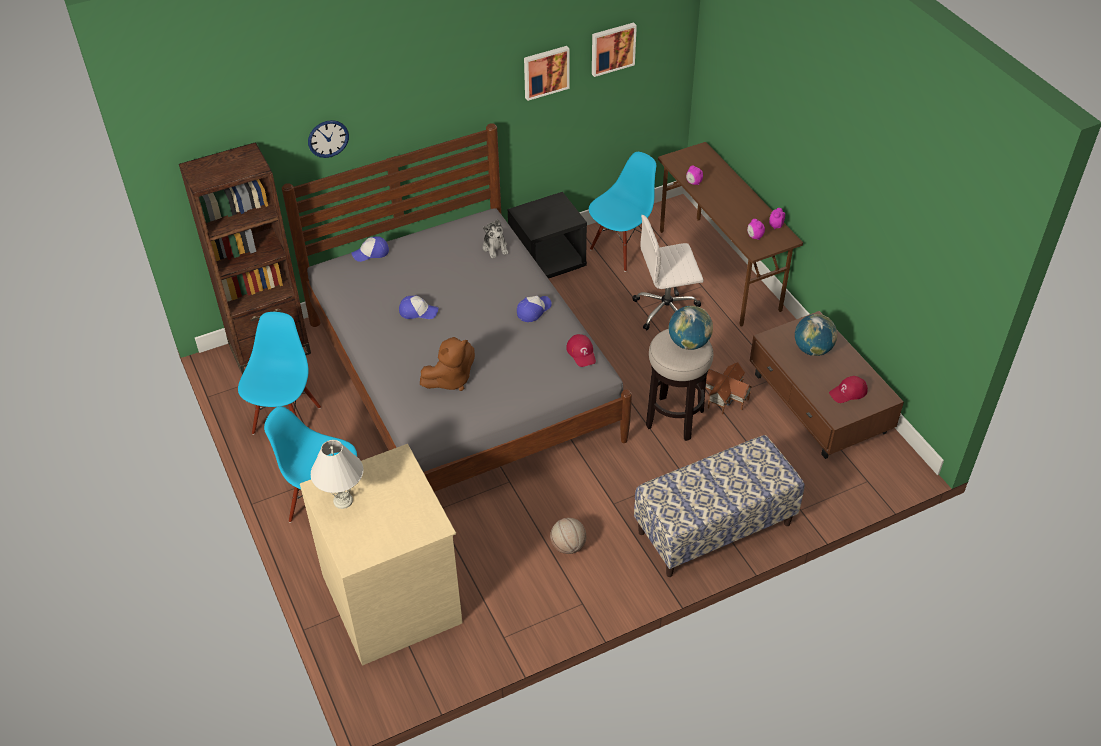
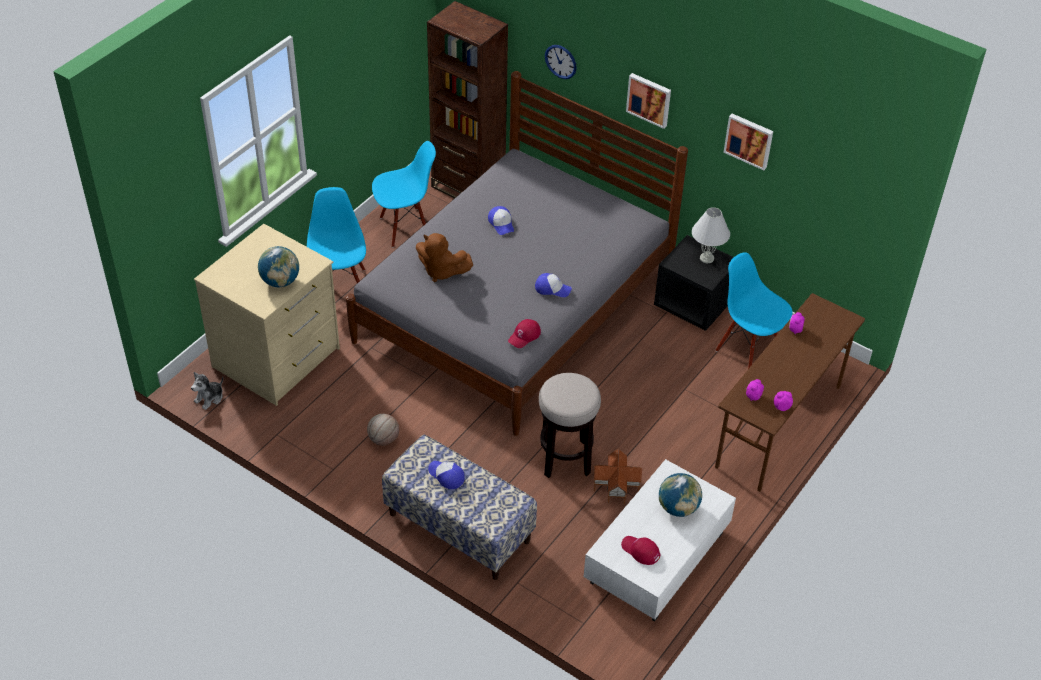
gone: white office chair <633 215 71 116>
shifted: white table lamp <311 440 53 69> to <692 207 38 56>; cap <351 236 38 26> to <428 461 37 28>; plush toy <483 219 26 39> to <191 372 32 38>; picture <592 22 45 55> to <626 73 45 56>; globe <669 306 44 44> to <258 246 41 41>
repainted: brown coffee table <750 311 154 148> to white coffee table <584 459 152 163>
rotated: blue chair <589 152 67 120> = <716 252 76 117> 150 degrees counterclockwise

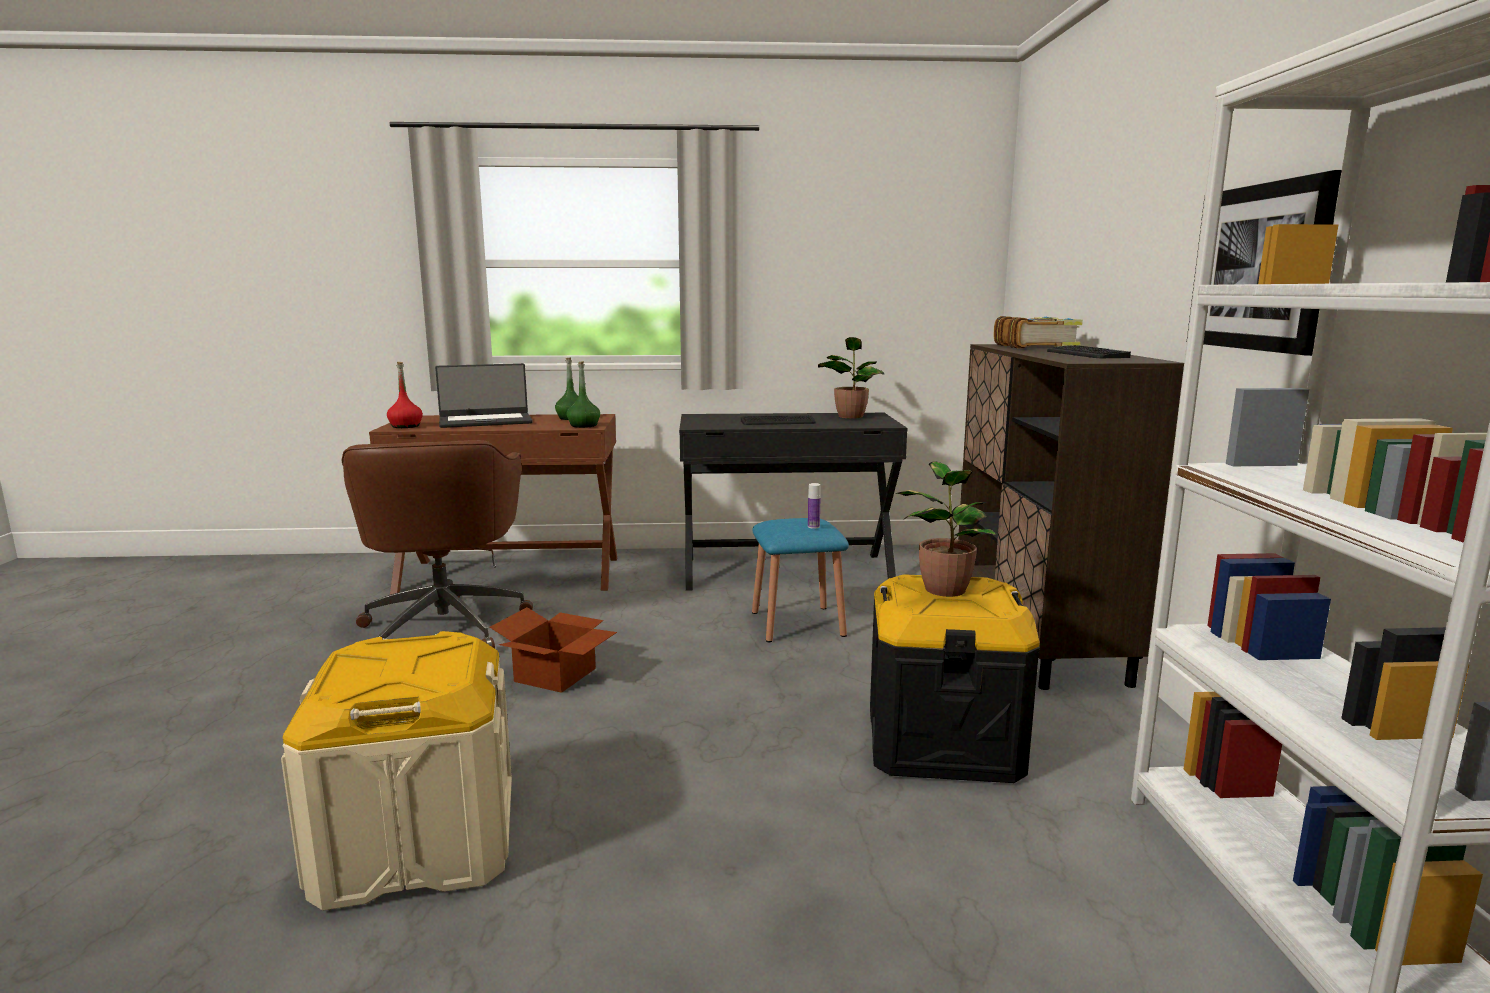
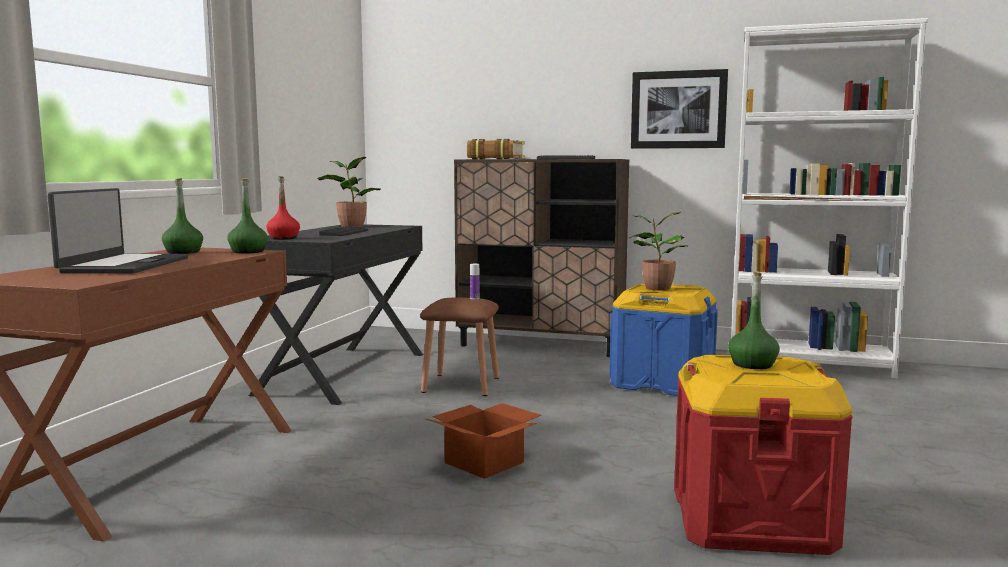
gone: brown office chair <342 440 191 208>
new: green bottle <728 272 52 97>
shifted: red bottle <387 362 36 66> to <266 176 34 64>
repainted: beige storage box <281 631 231 279> to red storage box <674 355 179 200>; blue stool <752 518 97 124> to brown stool <420 298 79 98>; black storage box <870 574 170 209> to blue storage box <609 283 109 113>

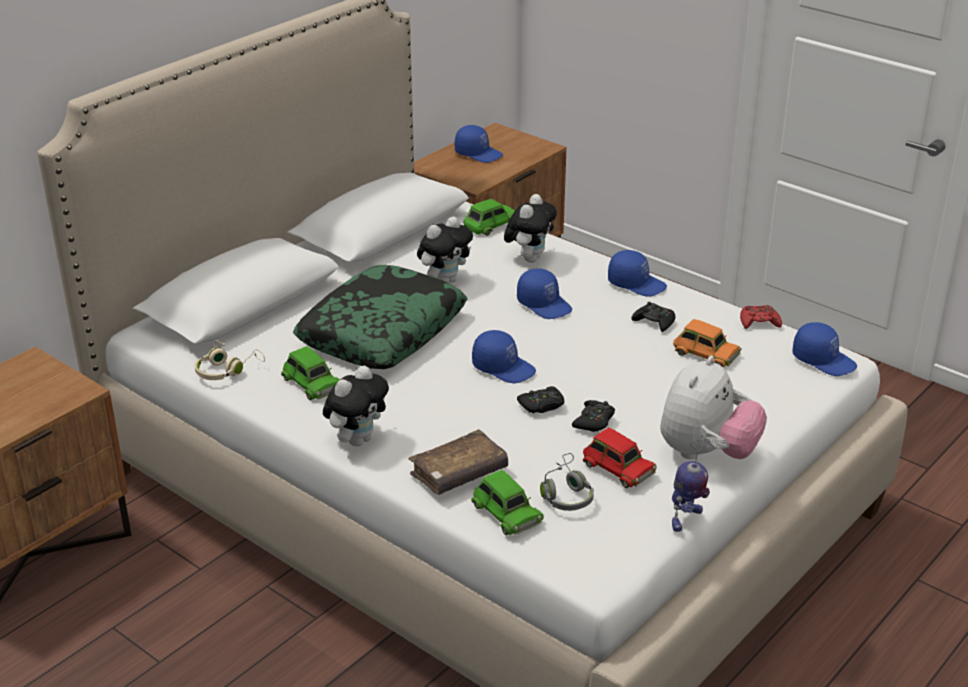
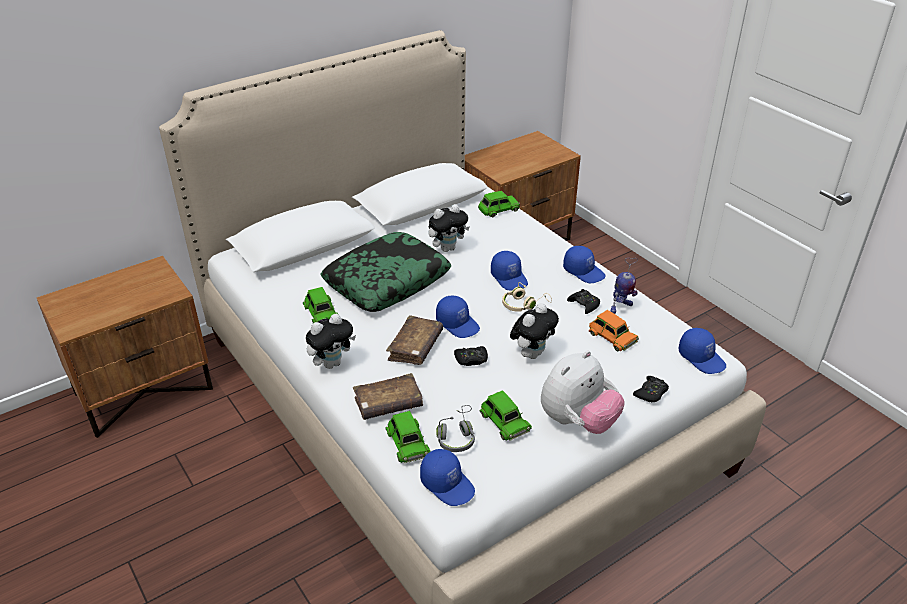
gone: red game controller <740 305 42 24>
new: brown book <386 315 57 50>
shifted: beige headphones <195 340 70 40> to <502 282 50 30>; blue cap <455 125 48 38> to <420 449 55 57>; plush toy <504 194 53 69> to <510 303 49 56>; black game controller <572 400 43 32> to <633 376 36 26>; toy robot <672 438 38 94> to <611 258 27 56>
repainted: red toy car <583 427 74 61> to green toy car <479 390 53 51>

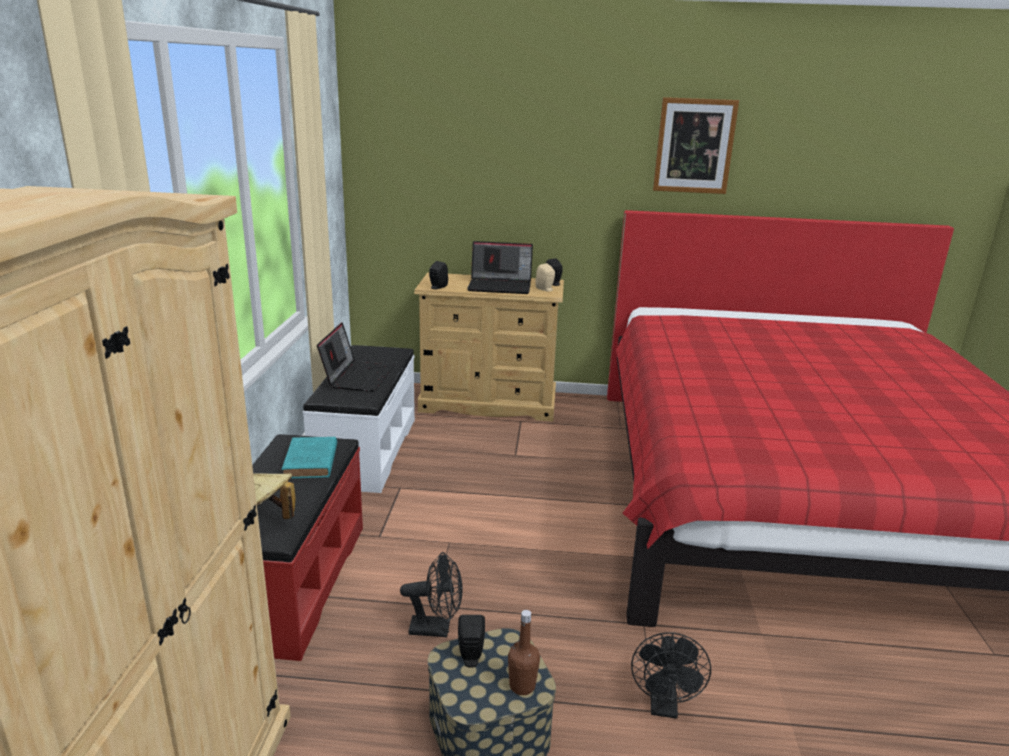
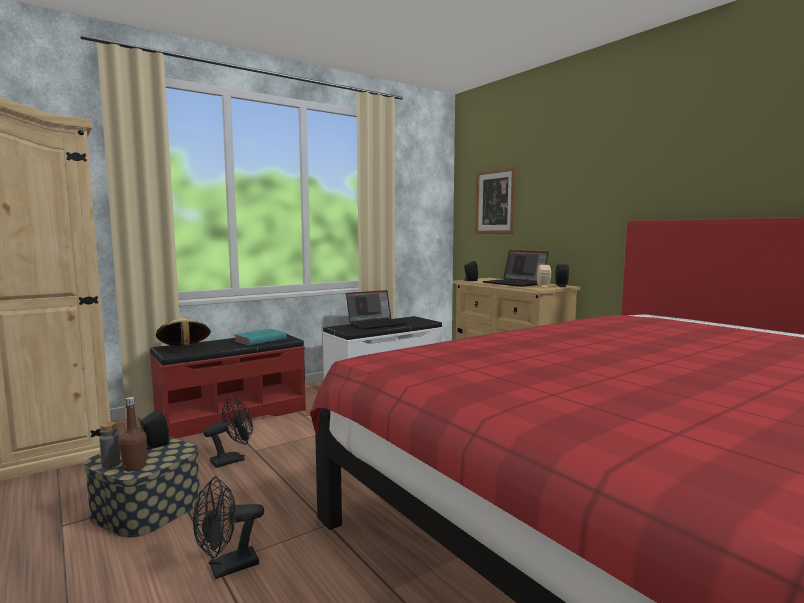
new: grey bottle <99 422 22 47>
shifted: picture <653 97 86 97> to <475 167 41 67>
rotated: black fan <400 552 63 85> = <203 397 50 71> 90 degrees counterclockwise

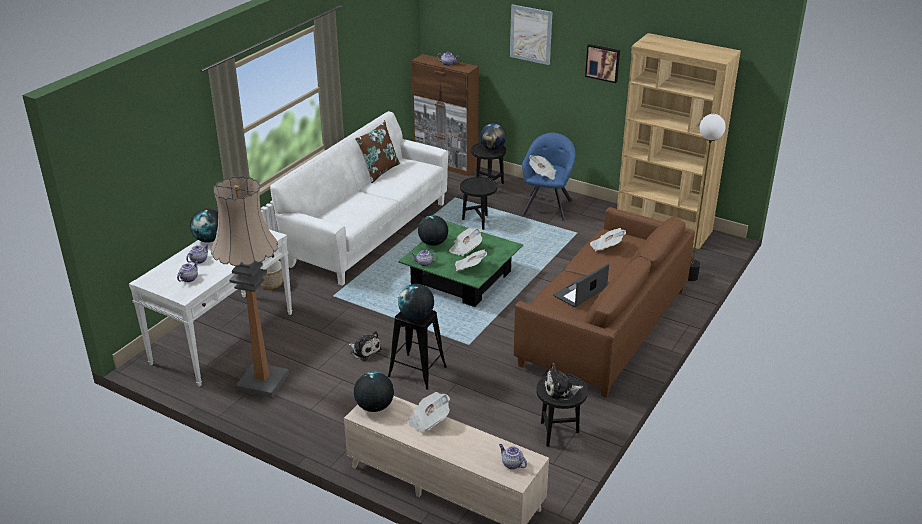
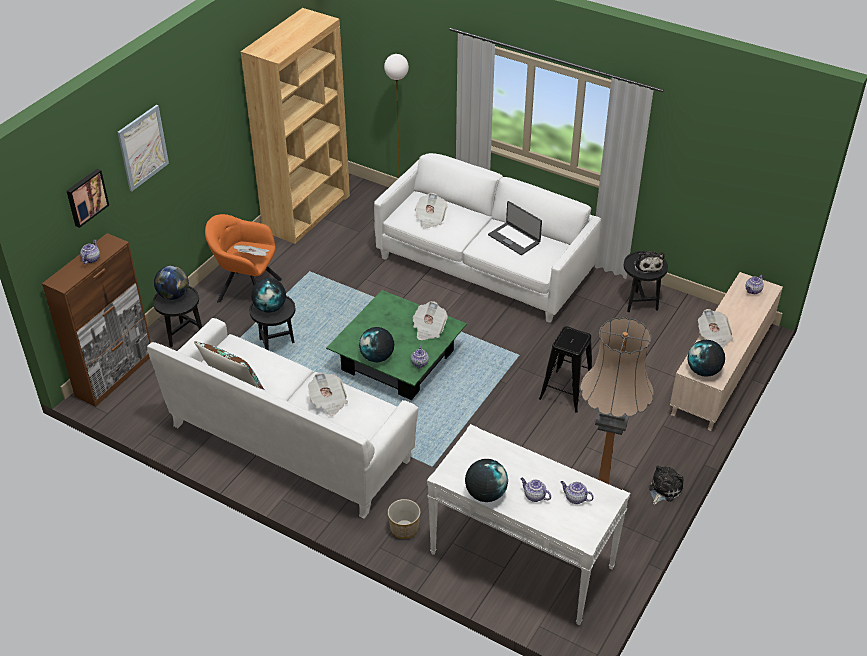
shifted: plush toy <349 331 33 30> to <649 465 35 40>; globe <398 284 36 36> to <251 278 35 35>; newspaper <449 228 33 28> to <308 372 40 44>; picture <585 44 35 39> to <67 169 42 59>
repainted: brown sofa <514 207 181 191> to white sofa <374 153 227 170>; blue armchair <522 132 54 89> to orange armchair <205 214 77 89>

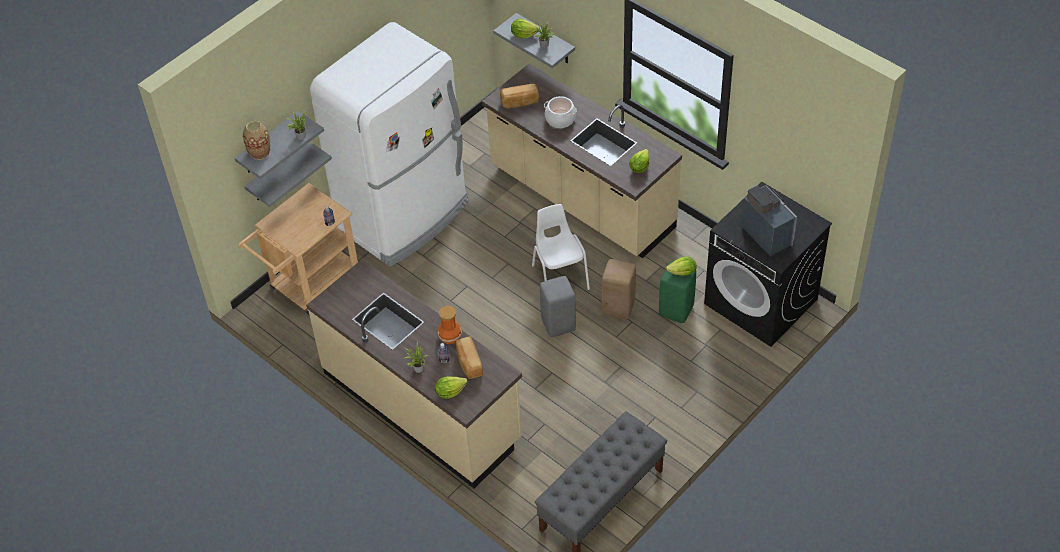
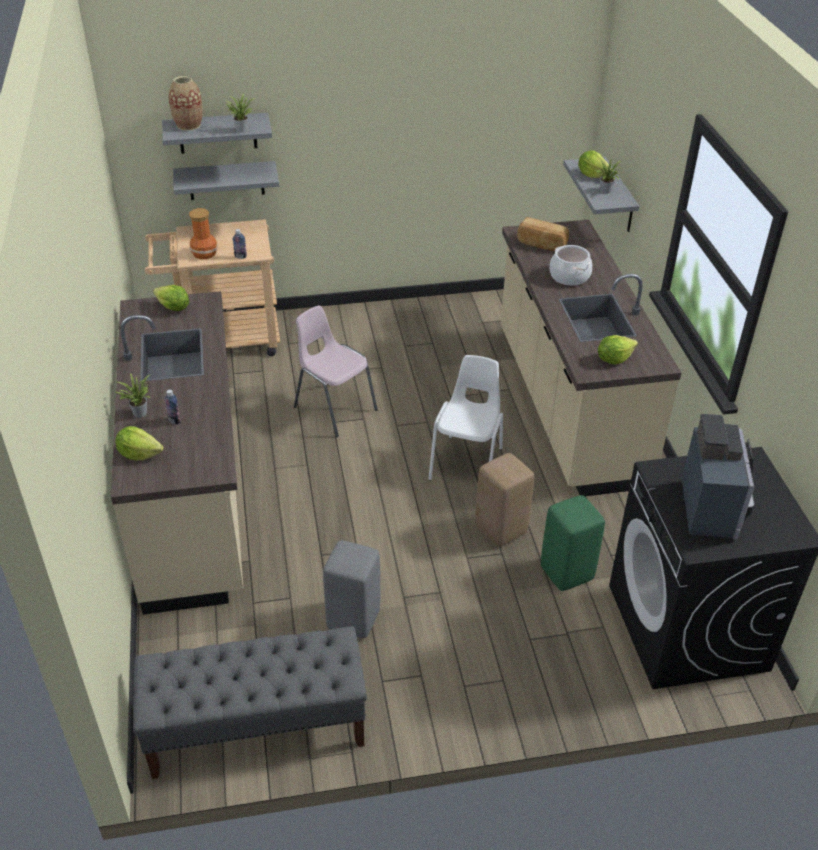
gone: white fridge <310 22 158 245>; bread <456 336 27 43>
new: pink chair <294 306 84 131>
shifted: vase <438 306 24 38> to <189 208 29 51>; grey stool <540 276 36 61> to <323 540 57 98>; lettuce <666 257 31 19> to <153 285 36 26>

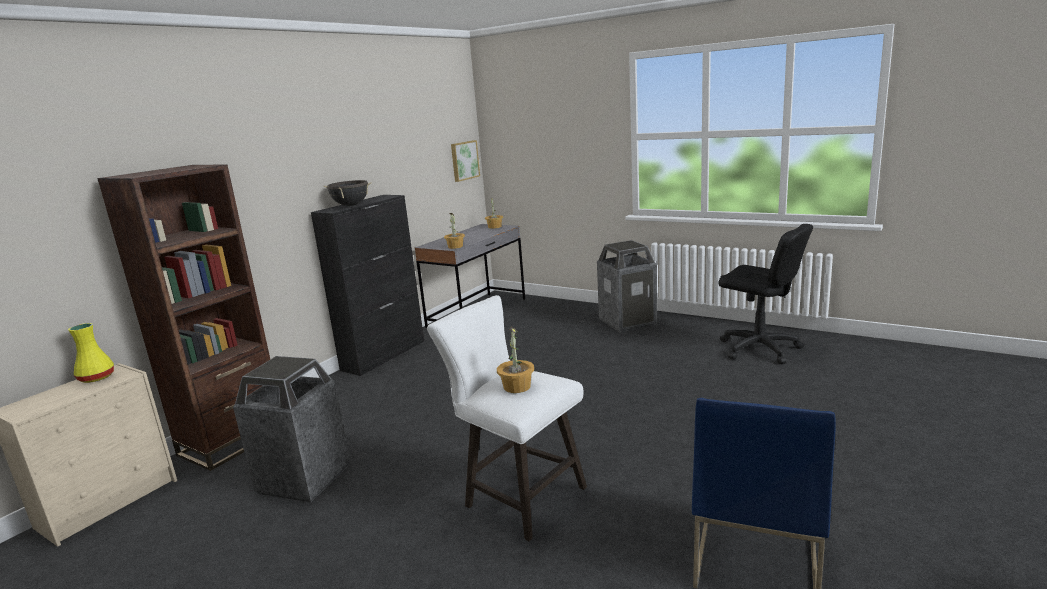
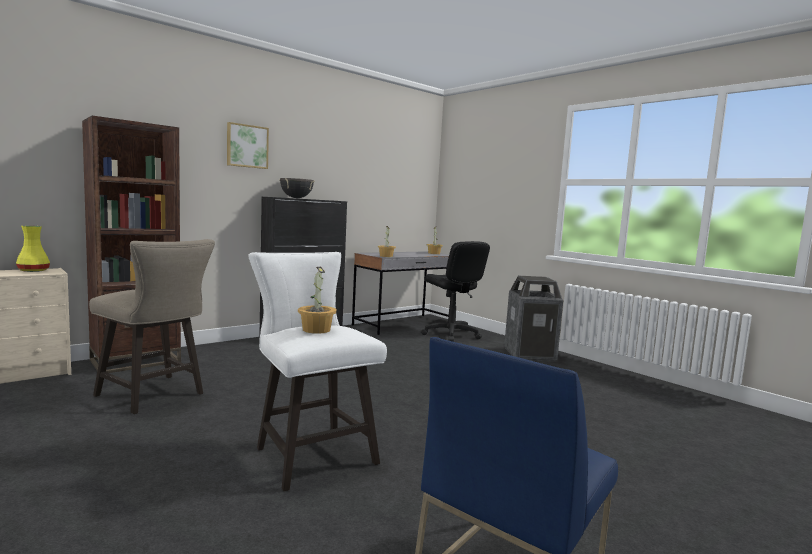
shifted: picture <451 140 29 42> to <227 122 42 47>; black office chair <718 224 95 140> to <421 241 69 101>
swapped: trash can <233 356 117 146> to beige stool <89 239 126 175>

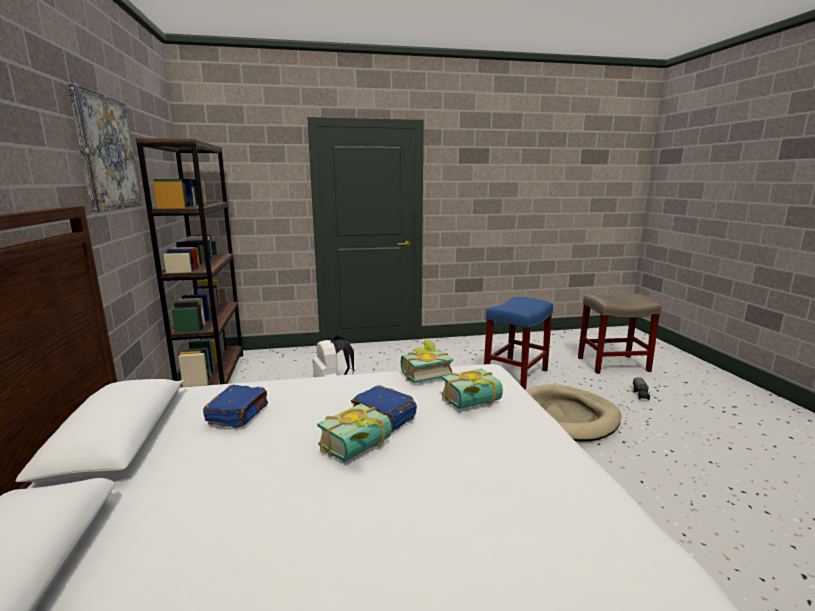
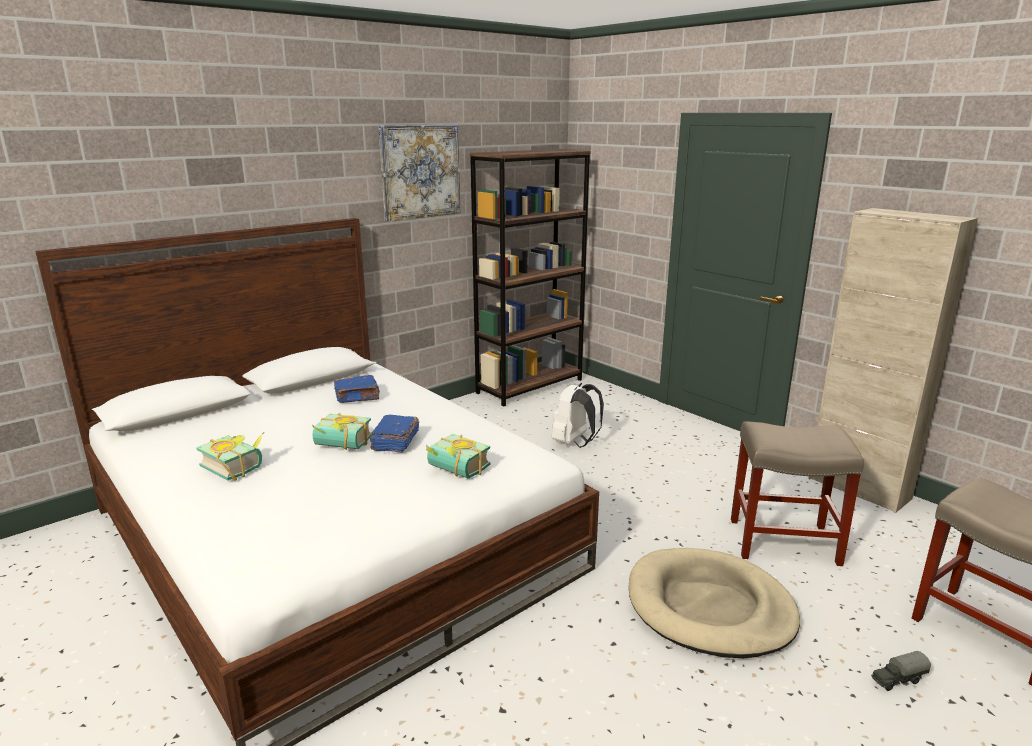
new: beige cabinet <808 208 170 305>
shifted: book <401 340 52 43> to <196 432 68 49>
repainted: blue stool <484 297 69 93> to beige stool <731 421 133 145>

